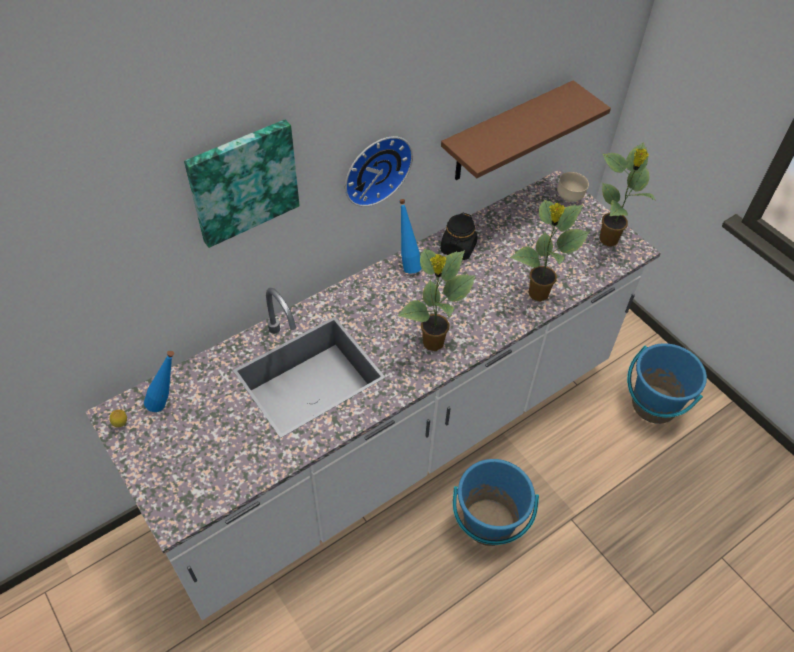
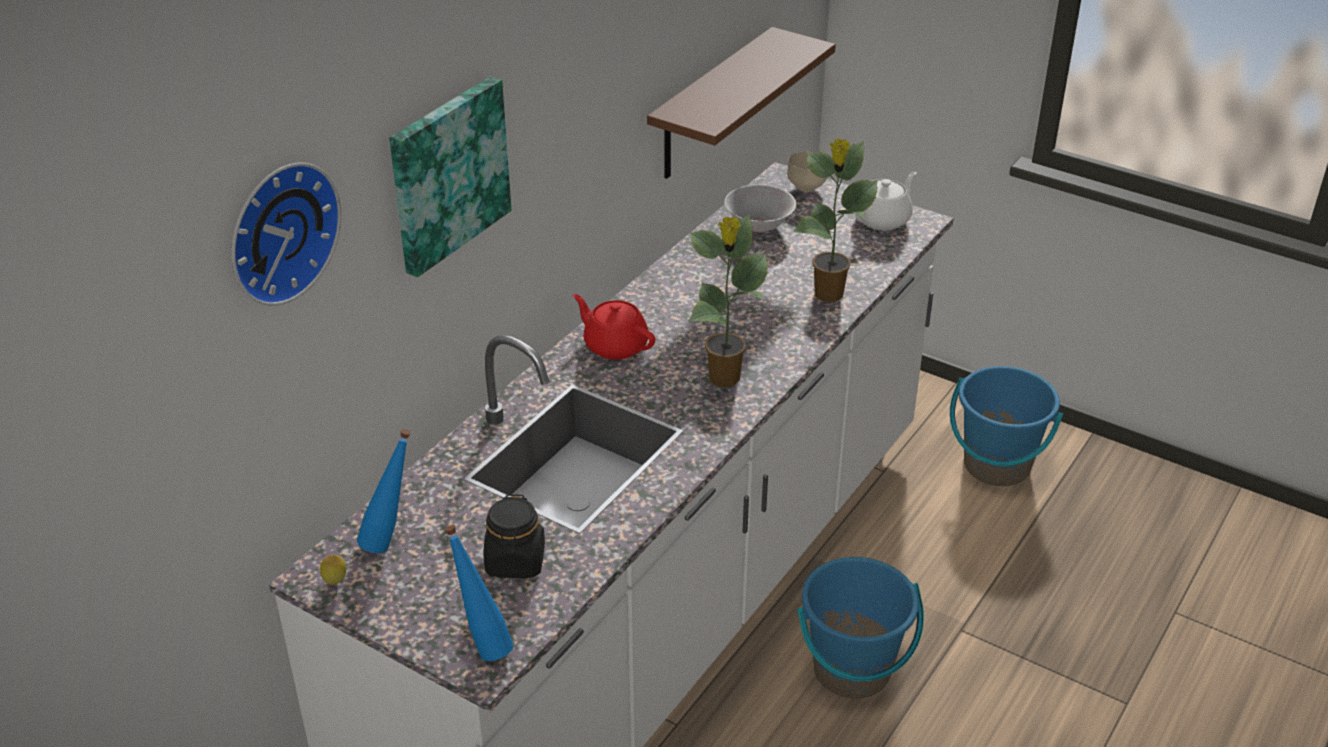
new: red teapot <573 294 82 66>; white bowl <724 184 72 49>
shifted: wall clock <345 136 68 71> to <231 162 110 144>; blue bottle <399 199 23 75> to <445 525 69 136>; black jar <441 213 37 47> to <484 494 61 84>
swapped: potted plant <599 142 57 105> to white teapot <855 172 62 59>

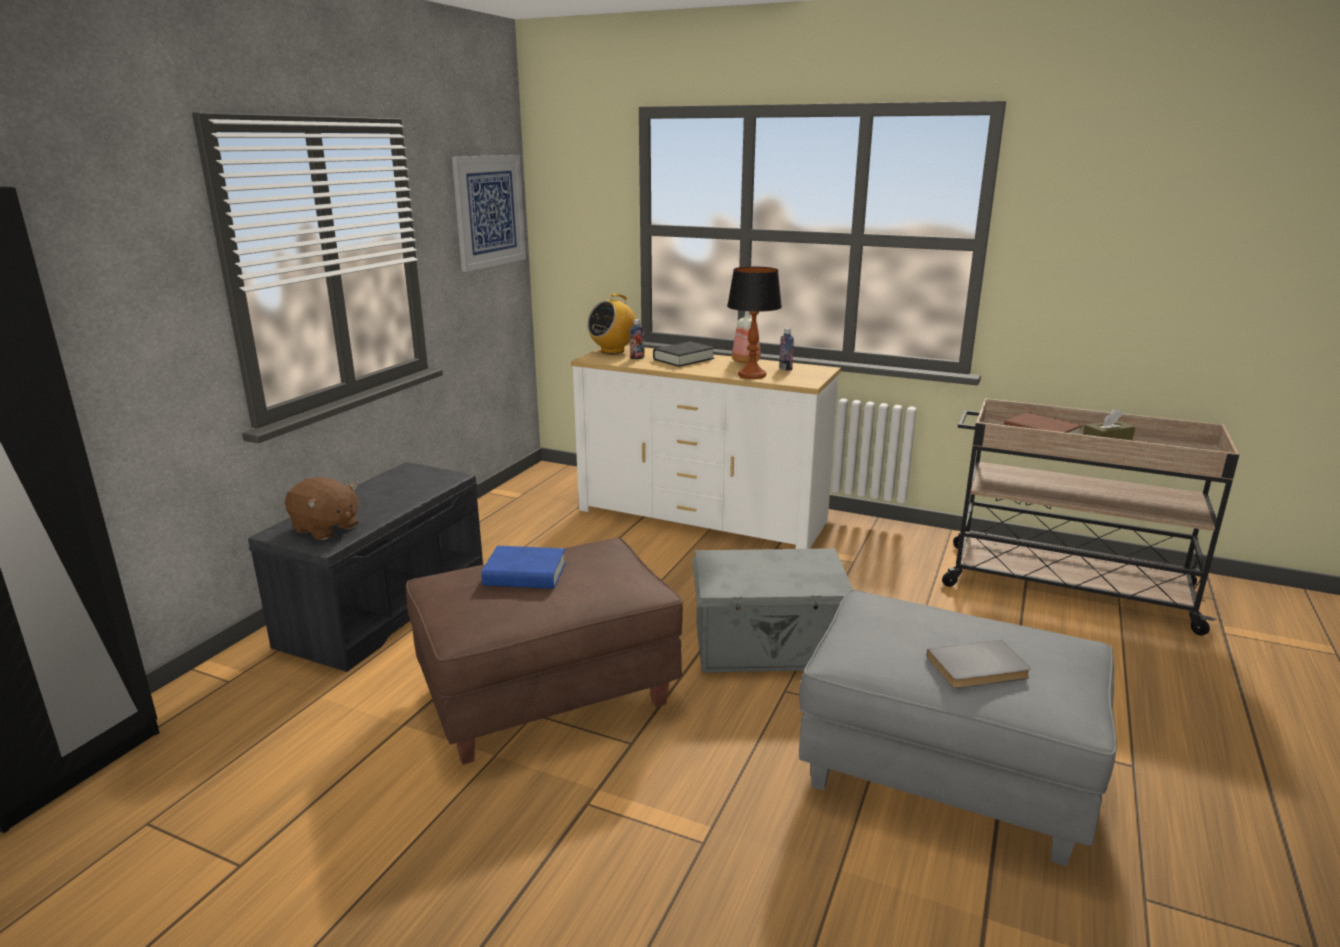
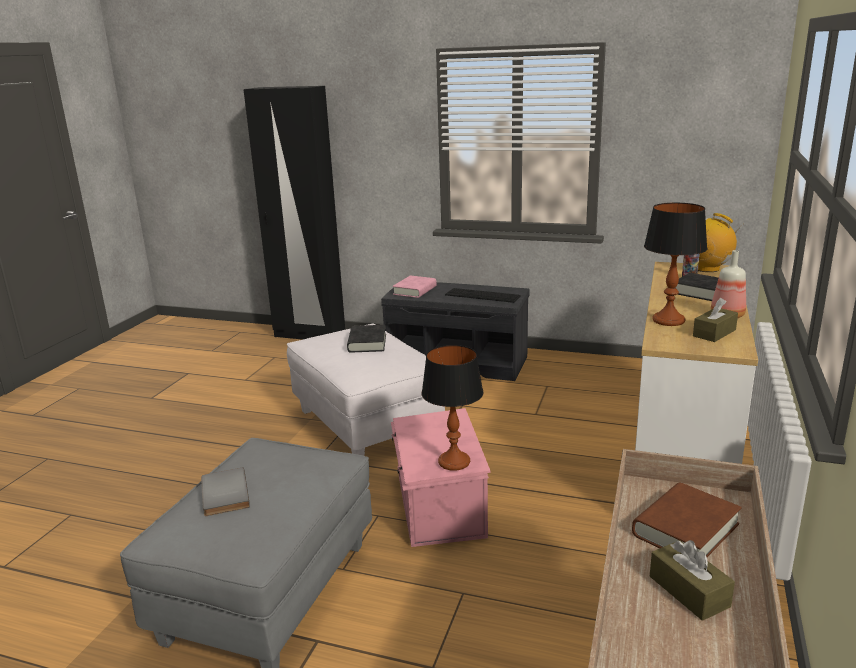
gone: picture <452 155 74 117>
new: table lamp <422 345 62 126>; keyboard <445 288 76 15>
swapped: brown plush toy <285 477 73 63> to pink book <393 275 44 23>; bottle <779 328 15 43> to brown tissue box <693 298 45 44>
repainted: brown ottoman <406 538 277 227> to white ottoman <287 324 158 132>; blue book <481 546 85 43> to black book <347 325 39 28>; grey storage box <692 548 161 125> to pink storage box <391 408 99 139>

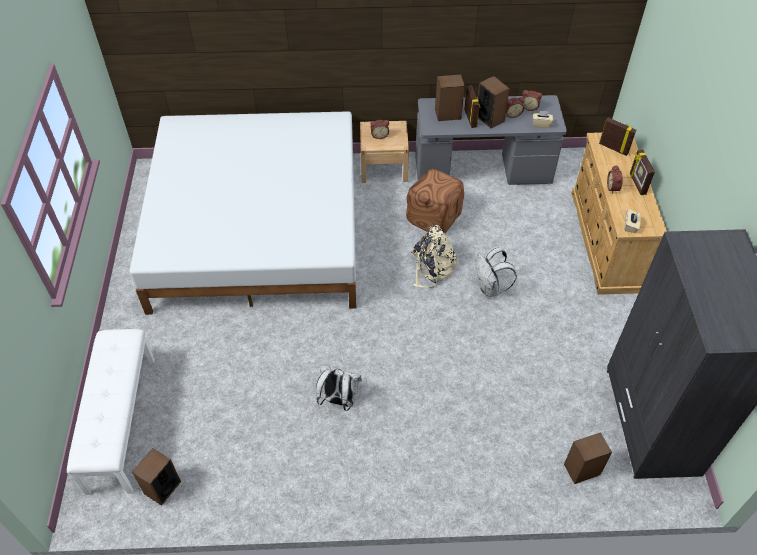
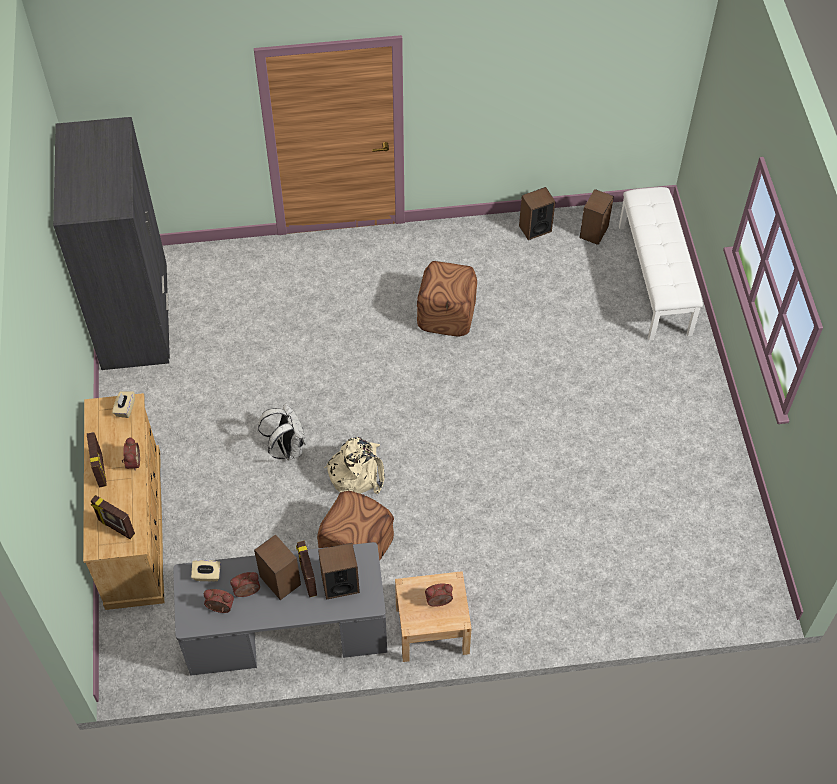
gone: white bed <130 111 226 204>
shifted: speaker <564 432 48 52> to <519 187 36 53>
swapped: white backpack <316 365 46 46> to brown ottoman <417 261 60 76>

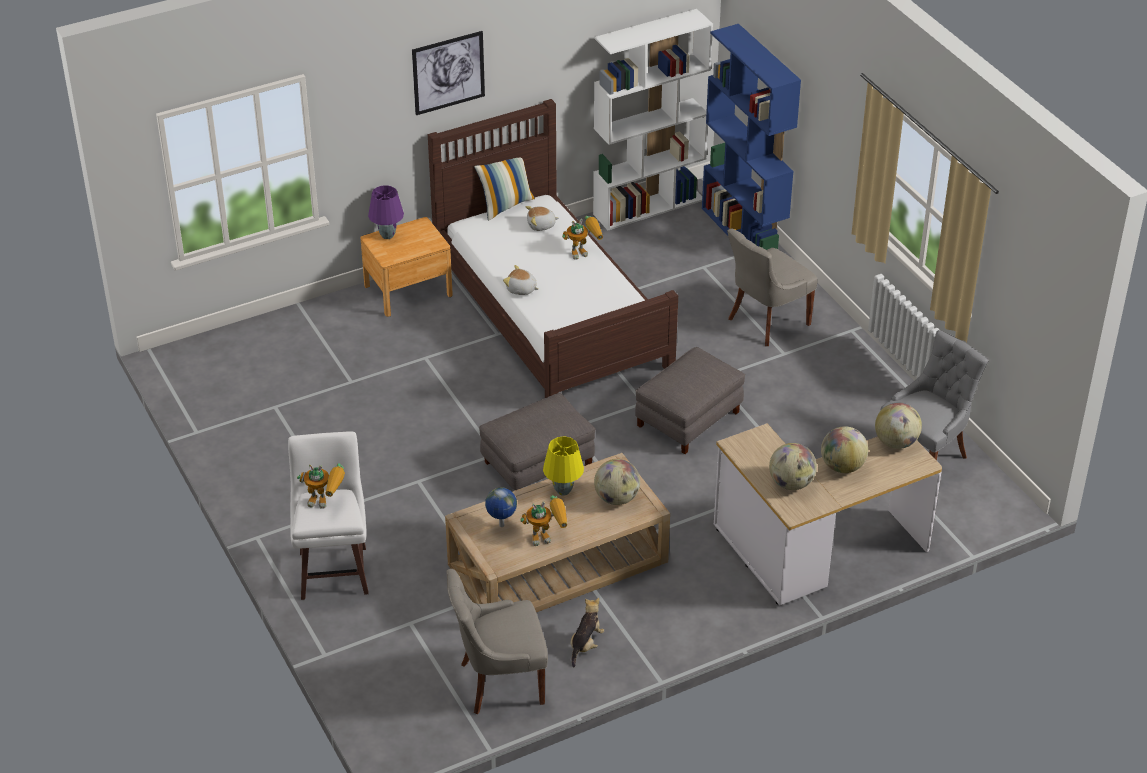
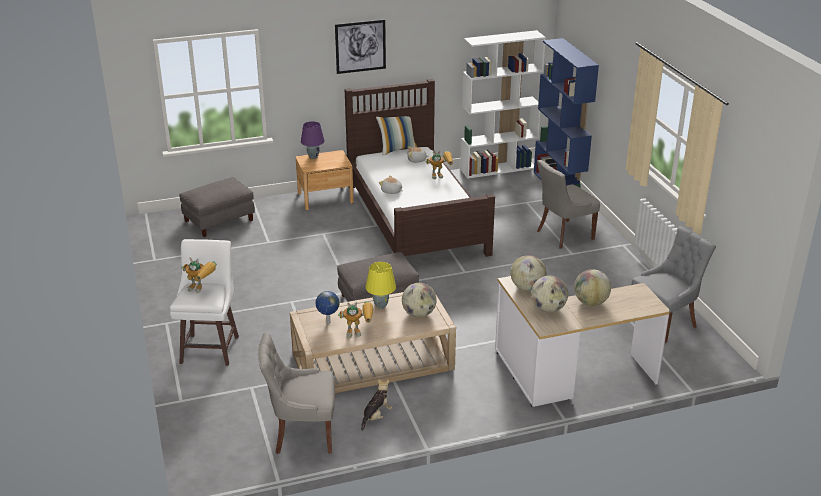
shifted: grey ottoman <635 347 110 107> to <179 177 76 60>; globe <875 402 47 47> to <511 255 35 36>

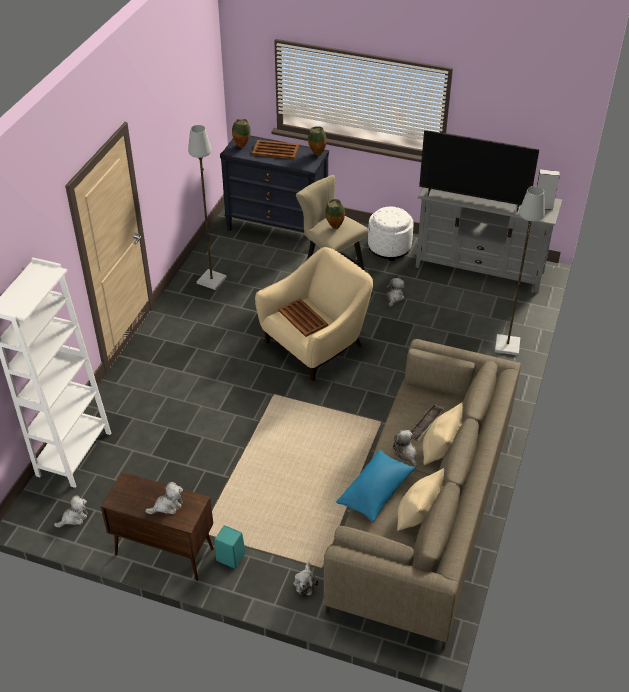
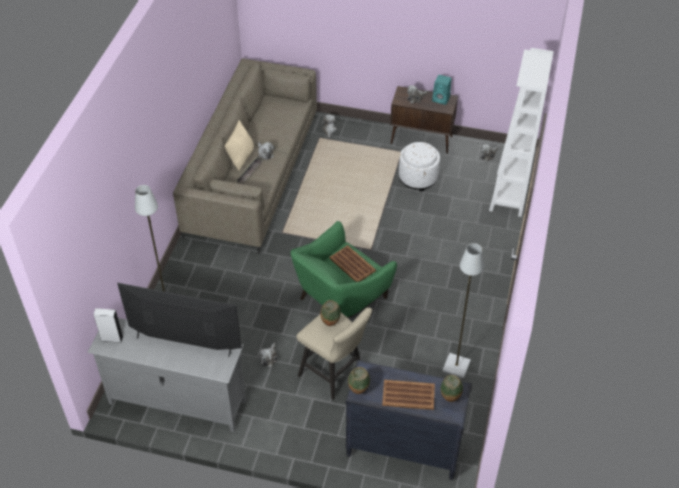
gone: blue pillow <336 450 79 72>; beige pillow <397 468 47 63>
shifted: turquoise speaker <215 525 30 43> to <432 75 19 30>; white ottoman <368 207 46 54> to <399 142 41 49>
repainted: beige armchair <255 247 118 134> to green armchair <290 221 107 97>

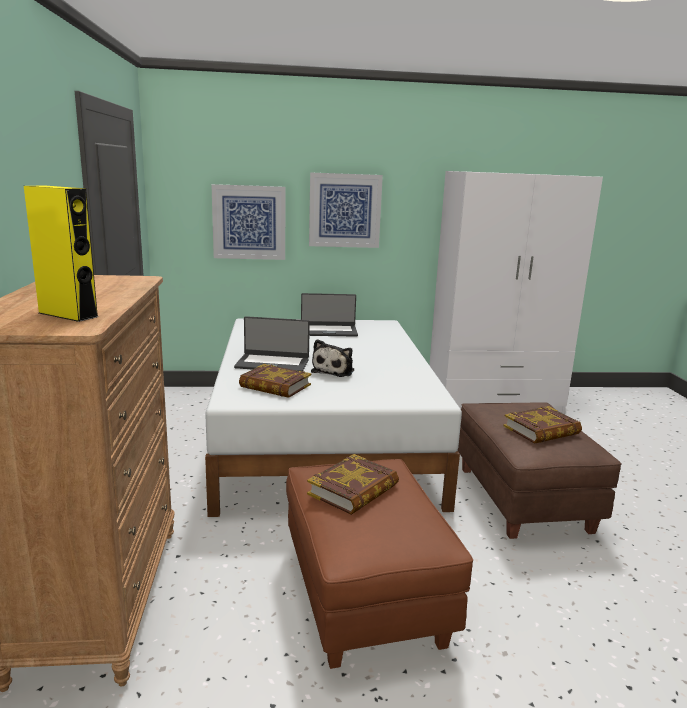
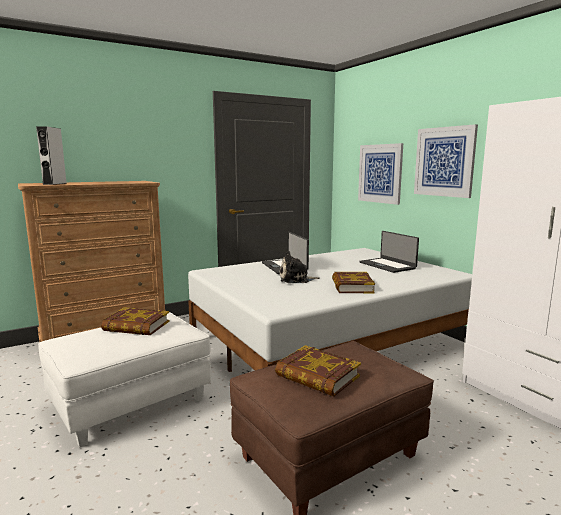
shifted: book <239 364 72 34> to <332 272 43 22>
repainted: yellow speaker <24 186 74 136> to grey speaker <36 126 31 59>; brown ottoman <286 459 187 210> to white ottoman <38 312 173 135>

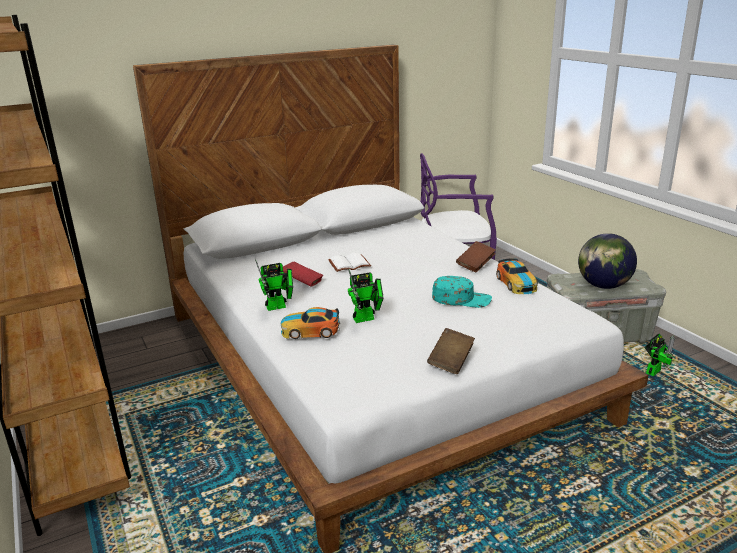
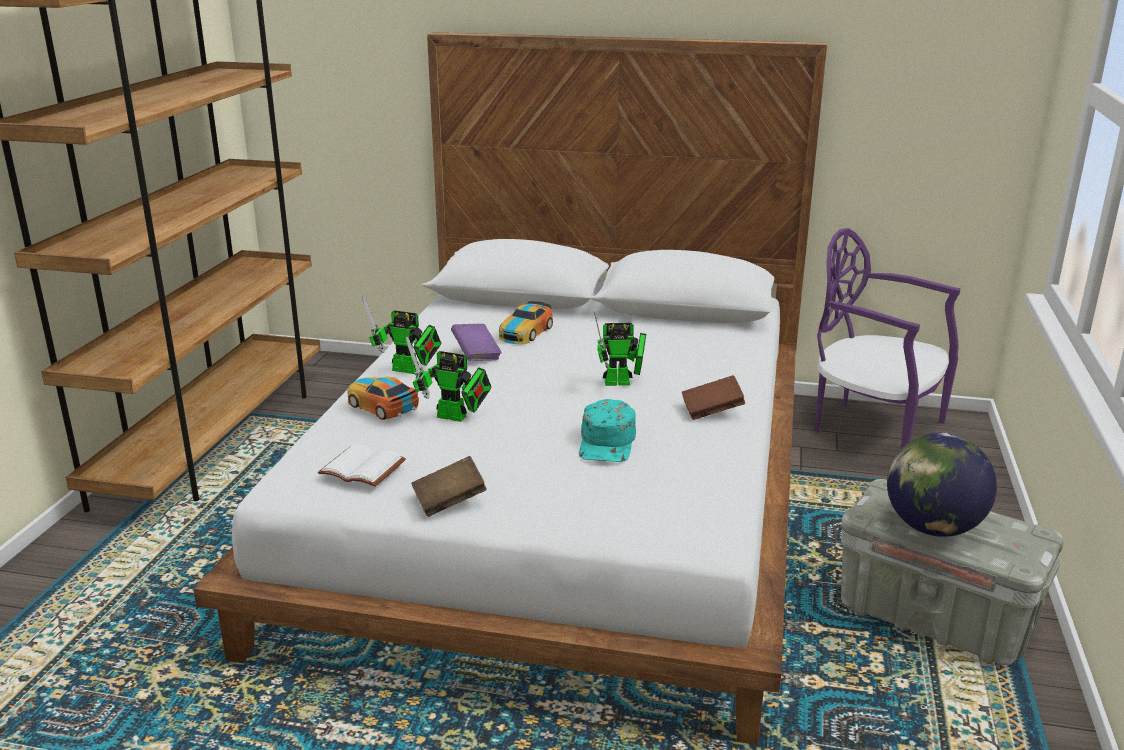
shifted: white book <328 253 43 19> to <318 444 88 43>; toy car <496 258 42 36> to <499 301 54 43>; toy robot <644 334 31 42> to <594 311 52 75>
repainted: red book <283 261 40 26> to purple book <451 324 51 37>
rotated: turquoise cap <432 276 60 32> = <579 399 57 63> 45 degrees clockwise

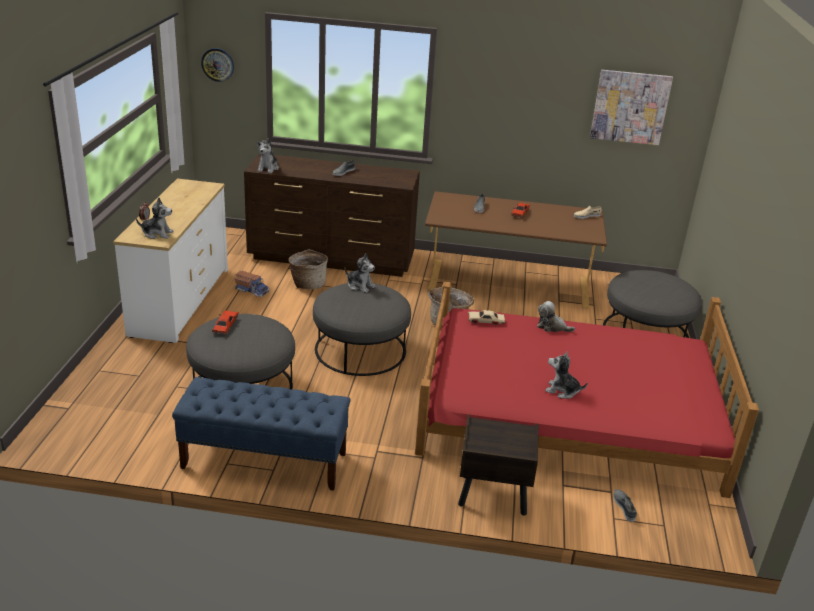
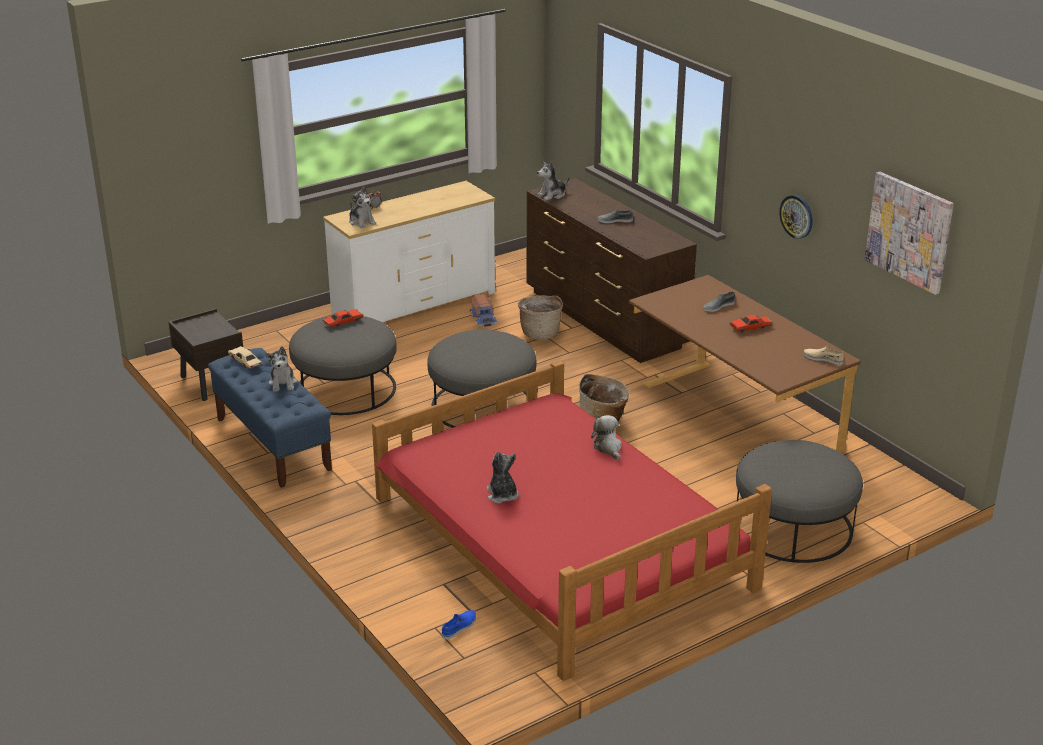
shifted: wall clock <201 48 33 34> to <779 195 34 44>; plush toy <345 253 31 40> to <265 346 32 46>; brown nightstand <458 414 80 101> to <168 308 75 93>; beige toy car <468 310 37 15> to <228 346 35 24>
repainted: grey shoe <613 489 24 33> to blue shoe <442 610 34 29>

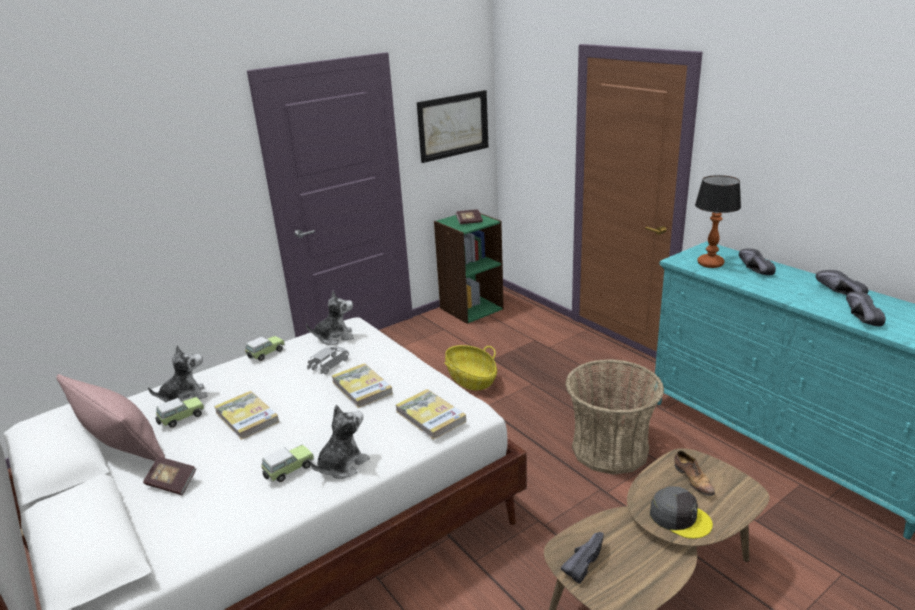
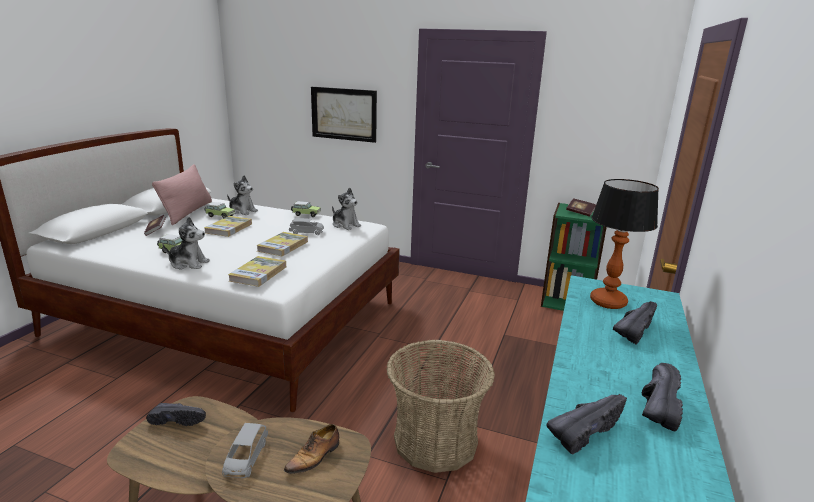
gone: basket <444 345 53 45>
shifted: picture <417 90 71 73> to <311 87 66 56>
swapped: grey cap <650 486 63 53> to grey toy car <222 423 46 55>

